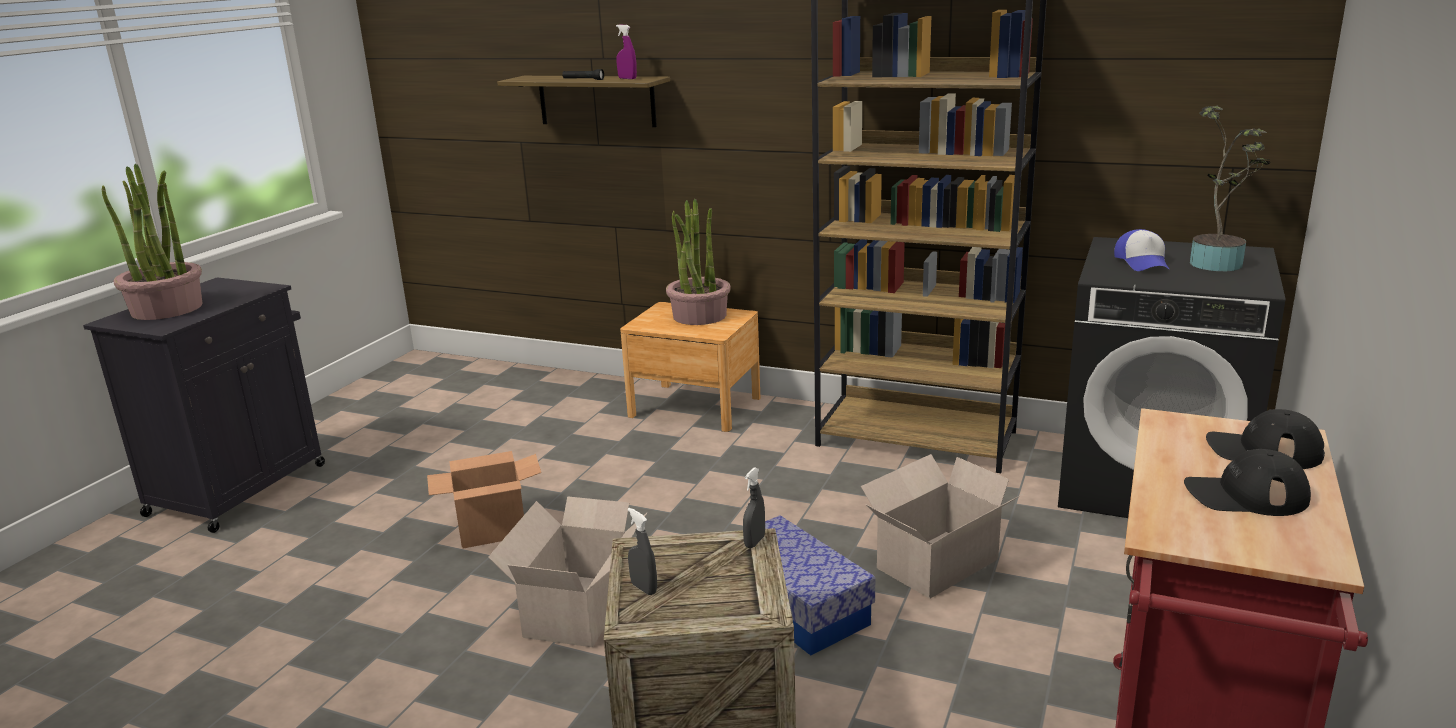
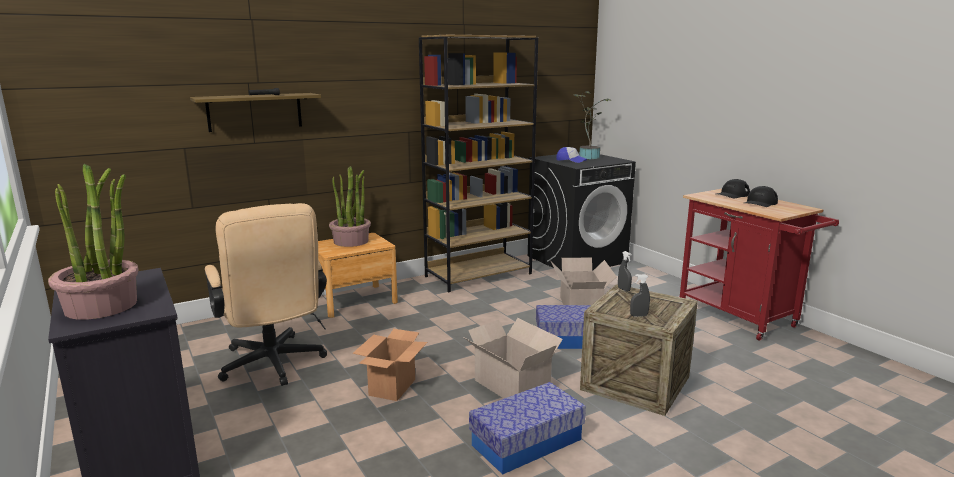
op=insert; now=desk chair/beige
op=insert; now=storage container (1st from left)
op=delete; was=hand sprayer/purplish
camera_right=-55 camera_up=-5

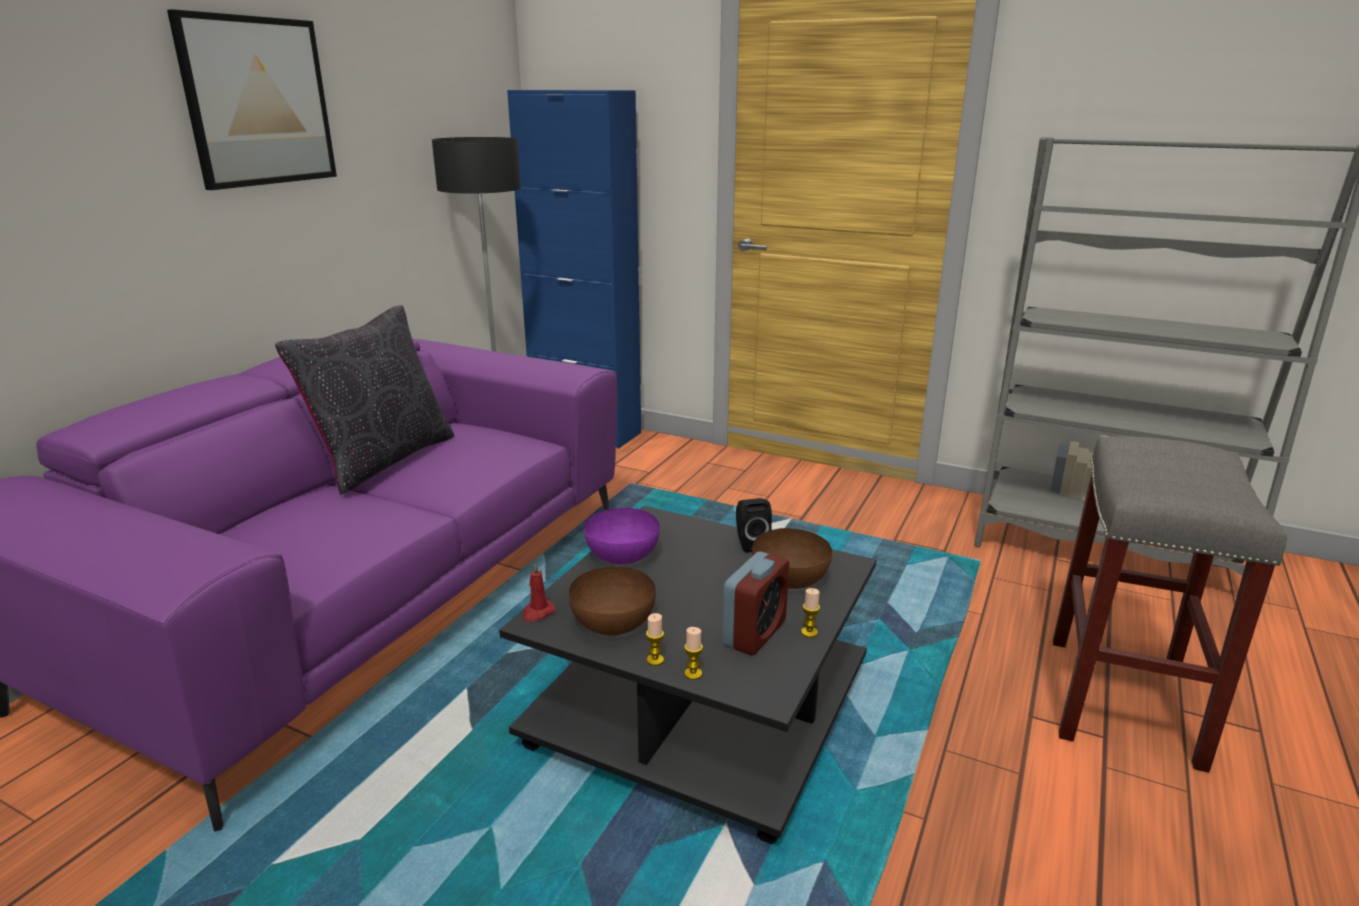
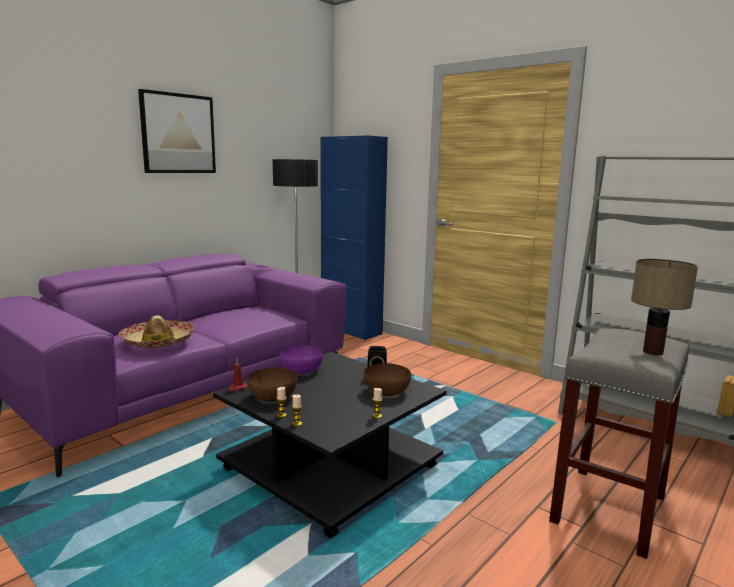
op=insert; now=clothing hat
op=insert; now=table lamp
op=delete; was=cushion/blackish
op=delete; was=table clock
camera_right=15 camera_up=-10

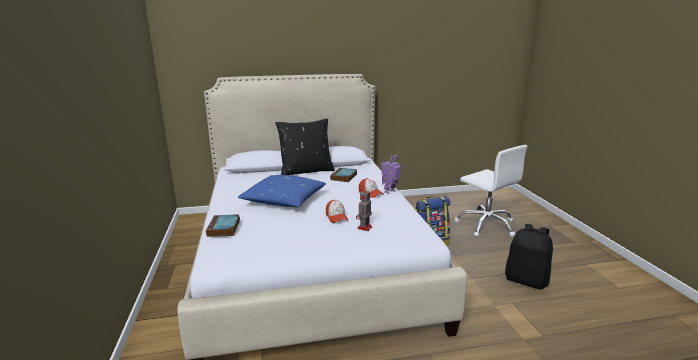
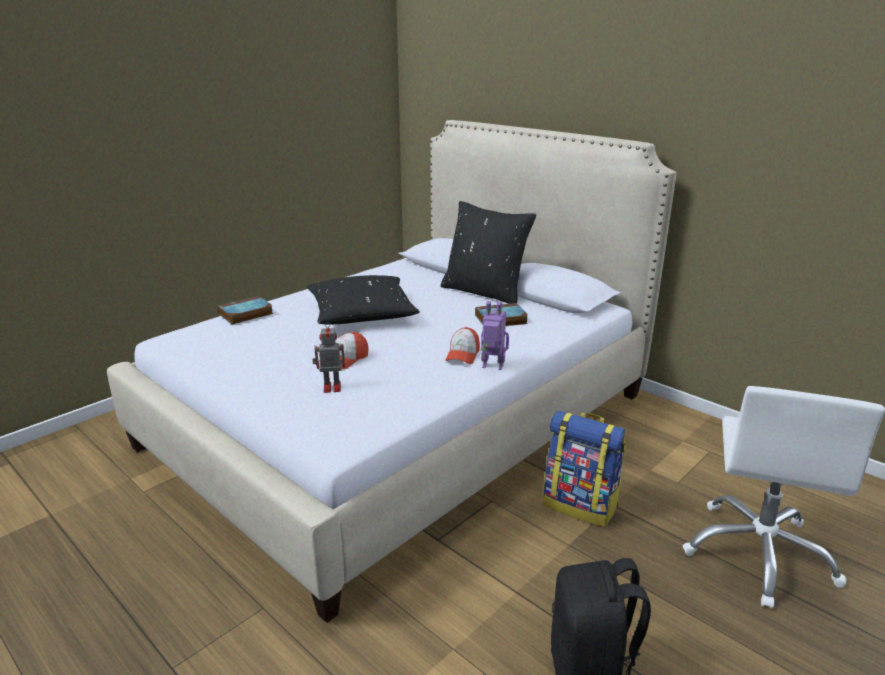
op=recolor; was=cushion/blue; now=cushion/blackish (1st from left)
camera_right=55 camera_up=5

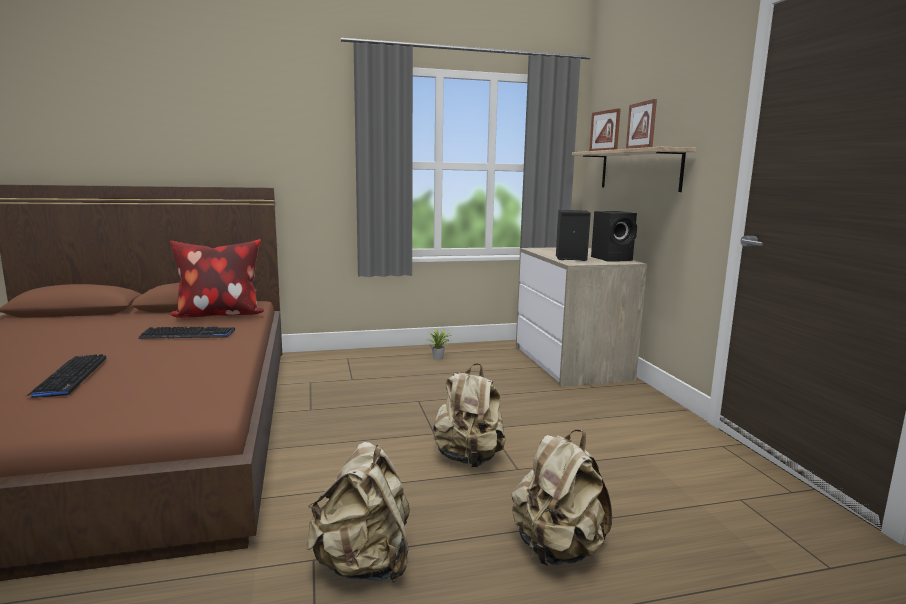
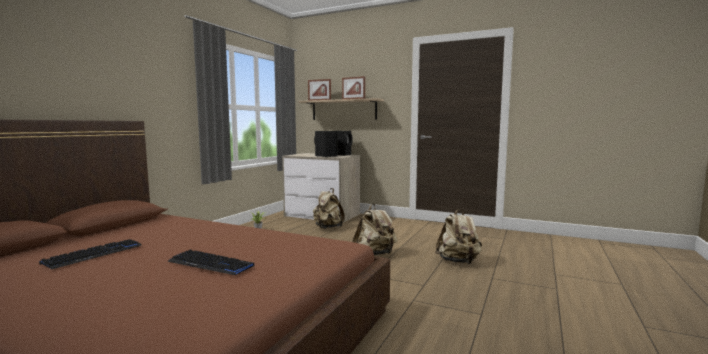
op=move; was=keyboard (2nd from left in the first image); now=keyboard (1st from left)
op=move; was=rucksack/beige (1st from left)
op=delete; was=cushion
camera_right=-50 camera_up=-5

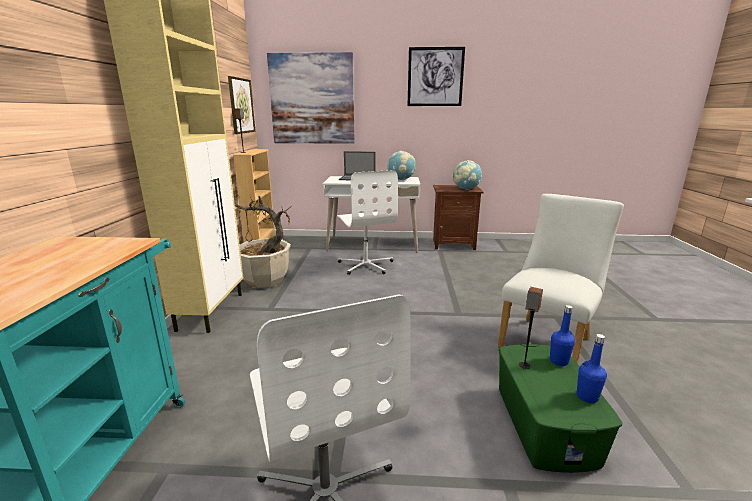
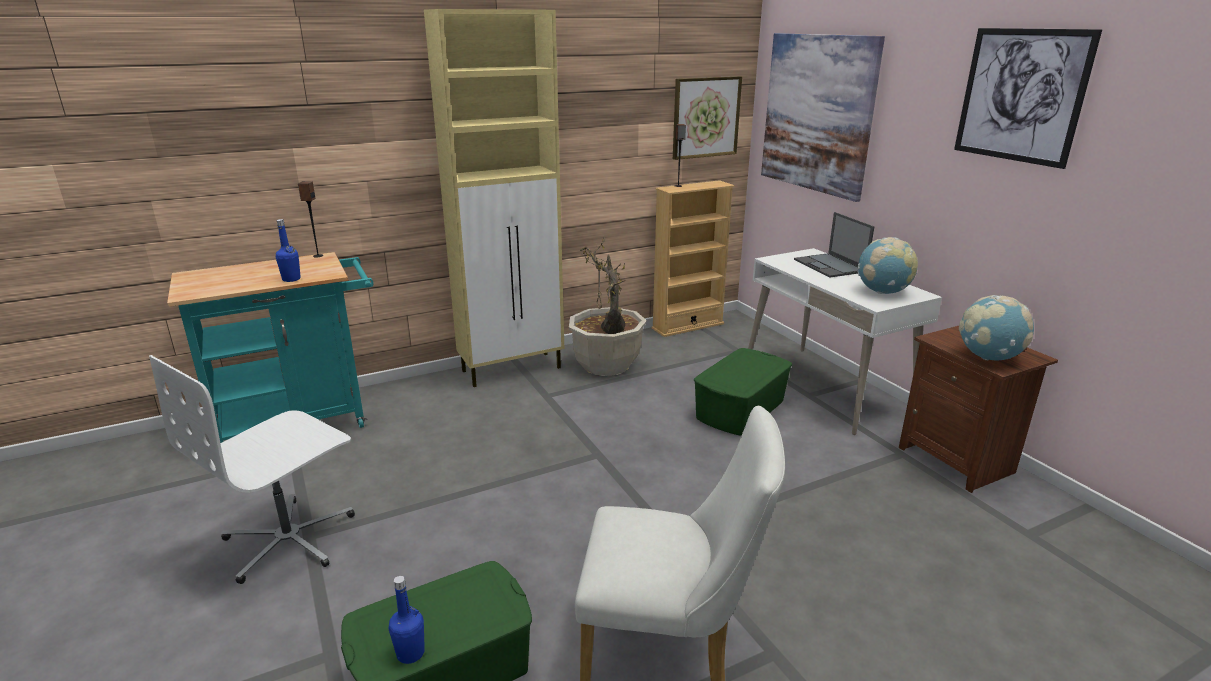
op=move; was=drink bottle/blue (1st from left)
op=move; was=speaker (2nd from left in the first image); now=speaker (1st from left)
op=replace; was=desk chair/white-coloured (2nd from left); now=storage container/greenish (2nd from left)
camera_right=60 camera_up=5

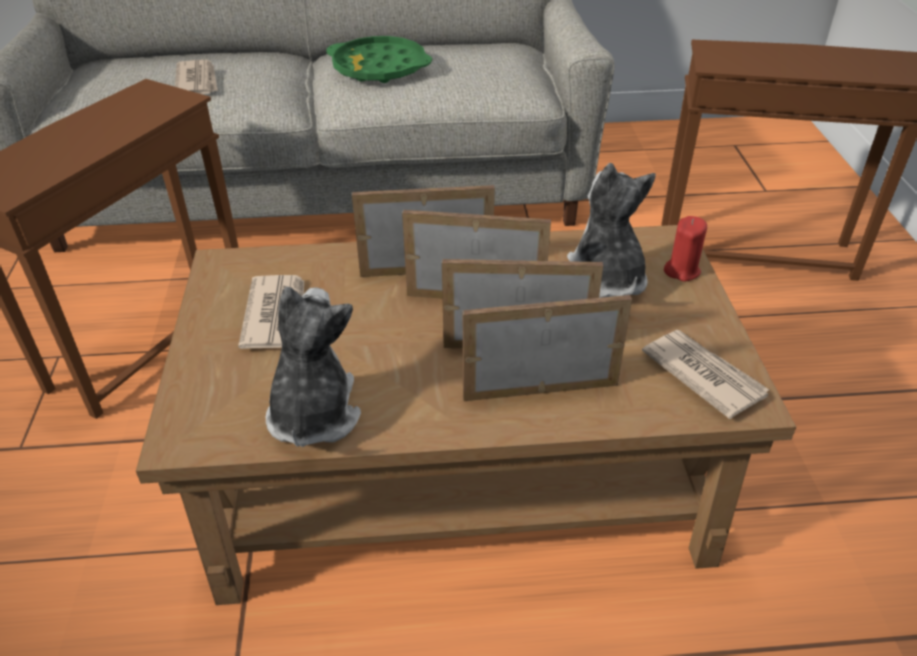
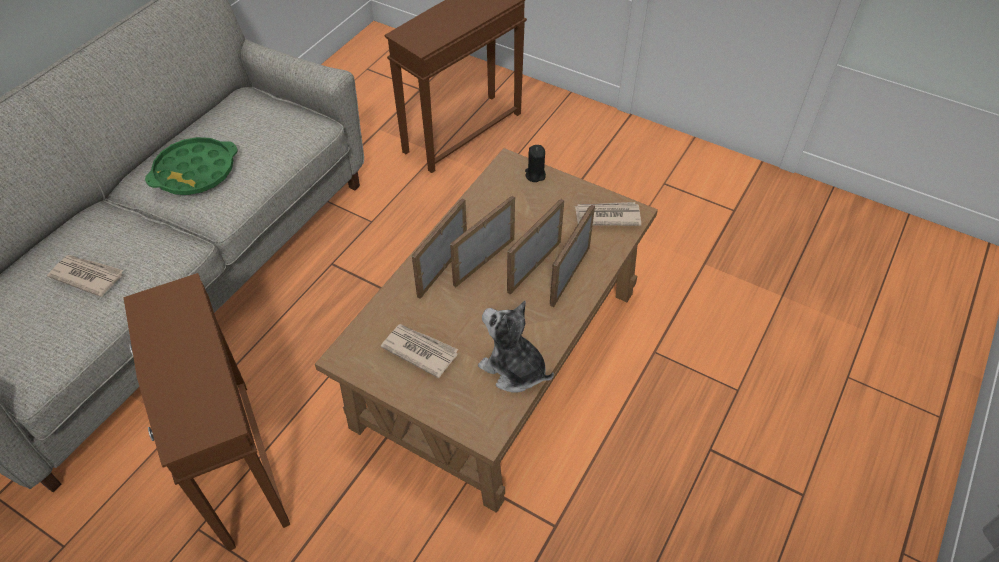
op=recolor; was=wax candle/red-coloured; now=wax candle/blackish
op=delete; was=cuddly toy (2nd from left)
camera_right=-55 camera_up=10

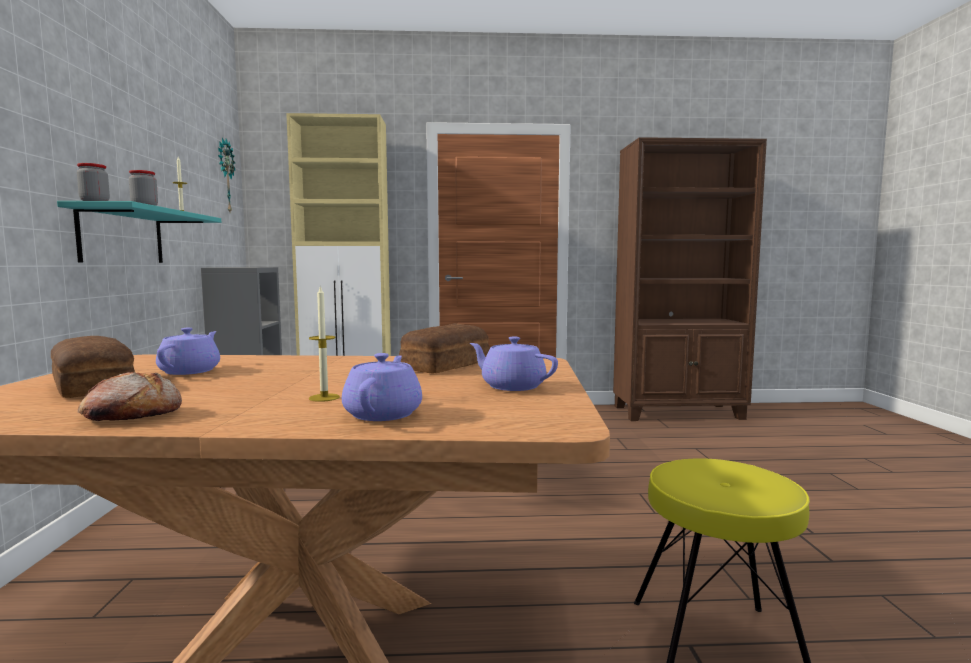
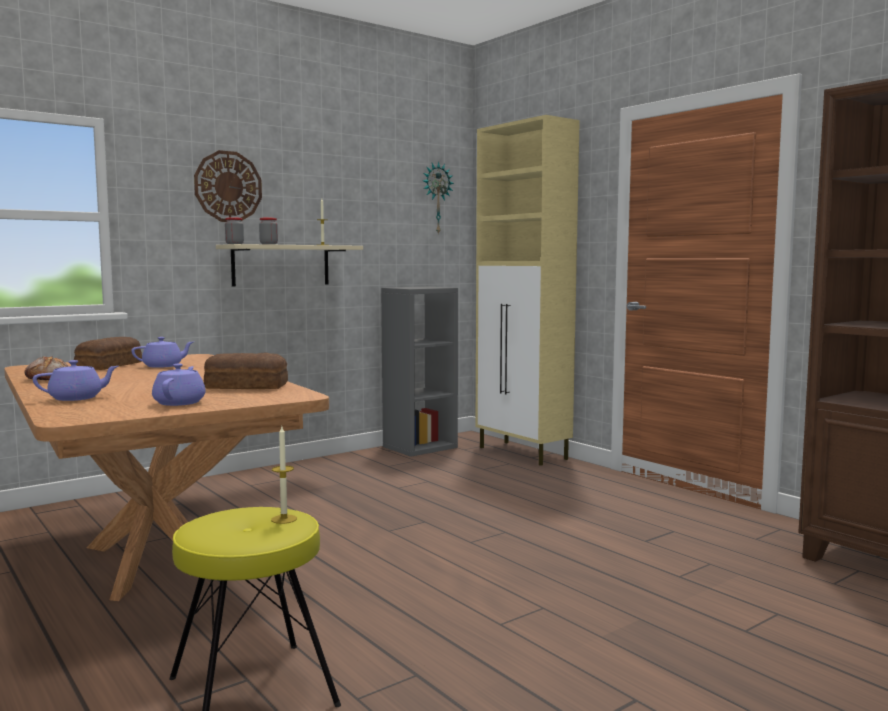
op=insert; now=clock on the wall (1st from left)
op=recolor; was=shelf/turquoise; now=shelf/beige
op=move; was=wax candle (2nd from left in the first image); now=wax candle (1st from left)
camera_right=55 camera_up=0

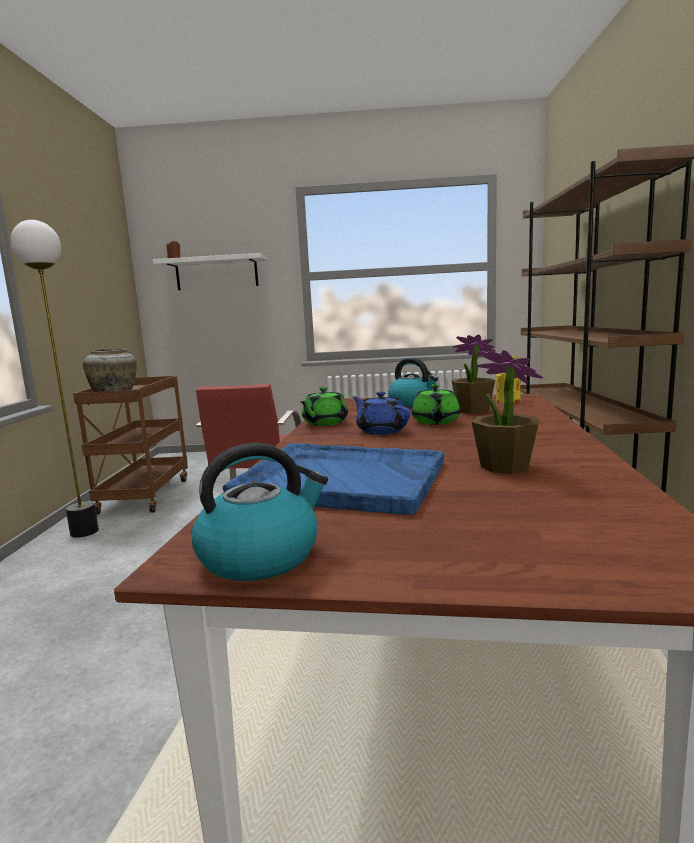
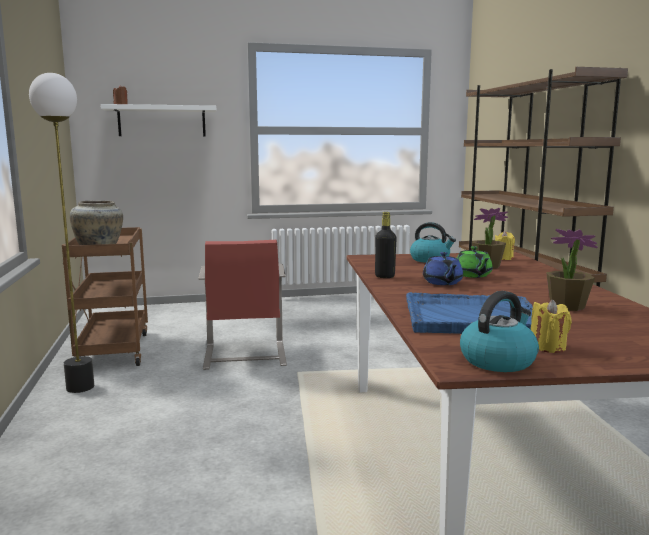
op=replace; was=teapot/greenish (1st from left); now=drink bottle/blackish
op=rotate; was=teapot/blue; clockwise=-135
op=insert; now=wax candle/yellow-coloured (2nd from left)
camera_right=-15 camera_up=0

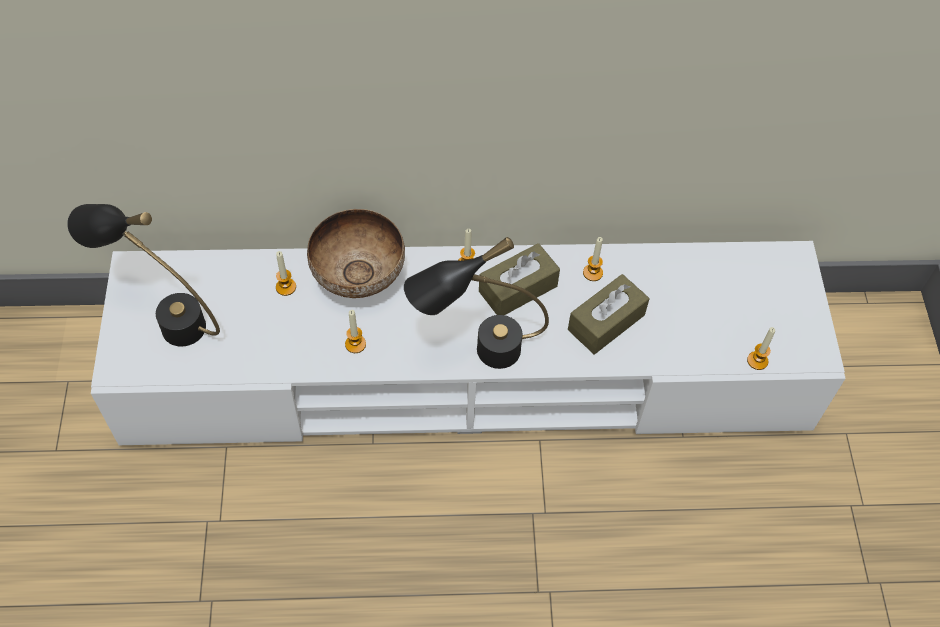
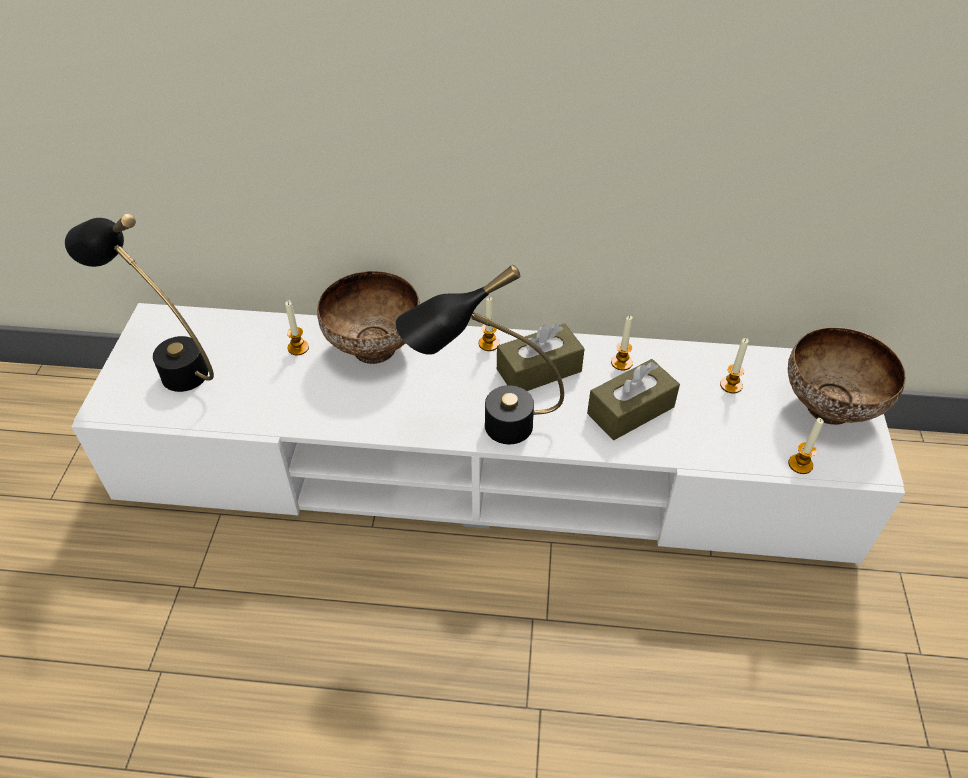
op=move; was=wax candle (2nd from left in the first image); now=wax candle (4th from left)
op=insert; now=serving bowl (2nd from left)
camera_right=10 camera_up=-10

